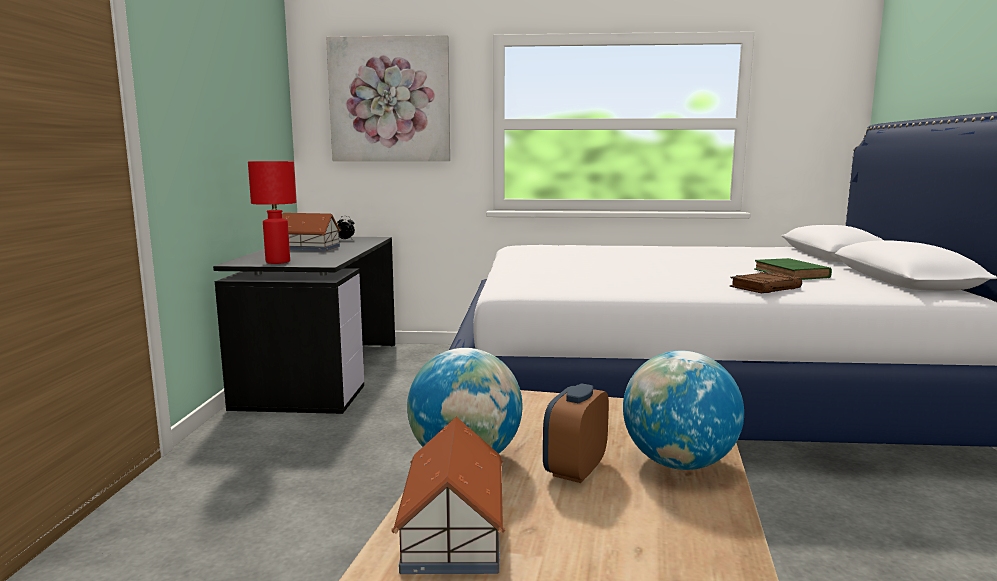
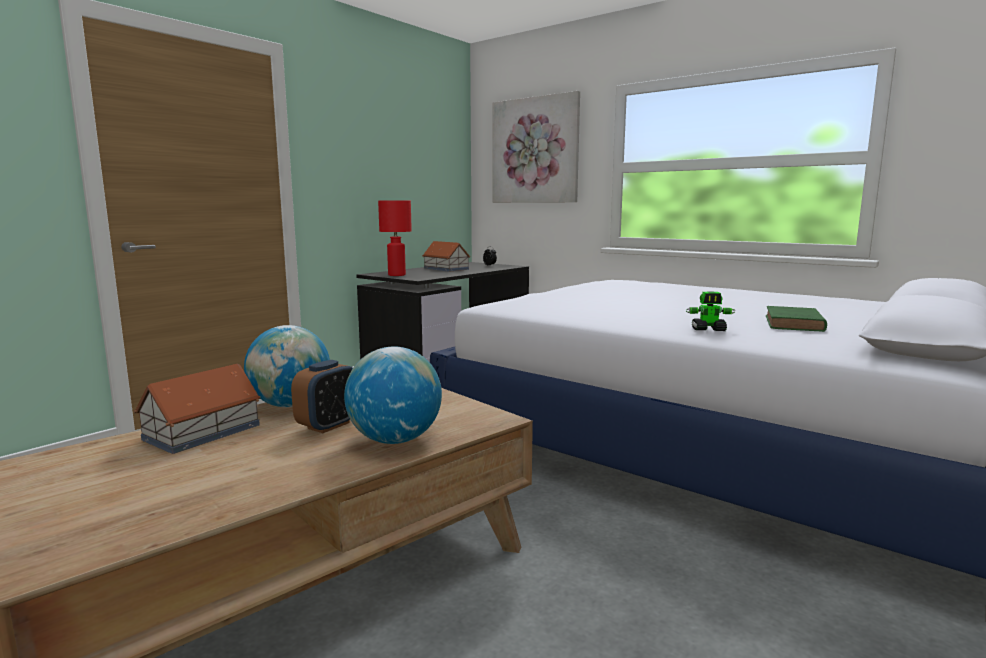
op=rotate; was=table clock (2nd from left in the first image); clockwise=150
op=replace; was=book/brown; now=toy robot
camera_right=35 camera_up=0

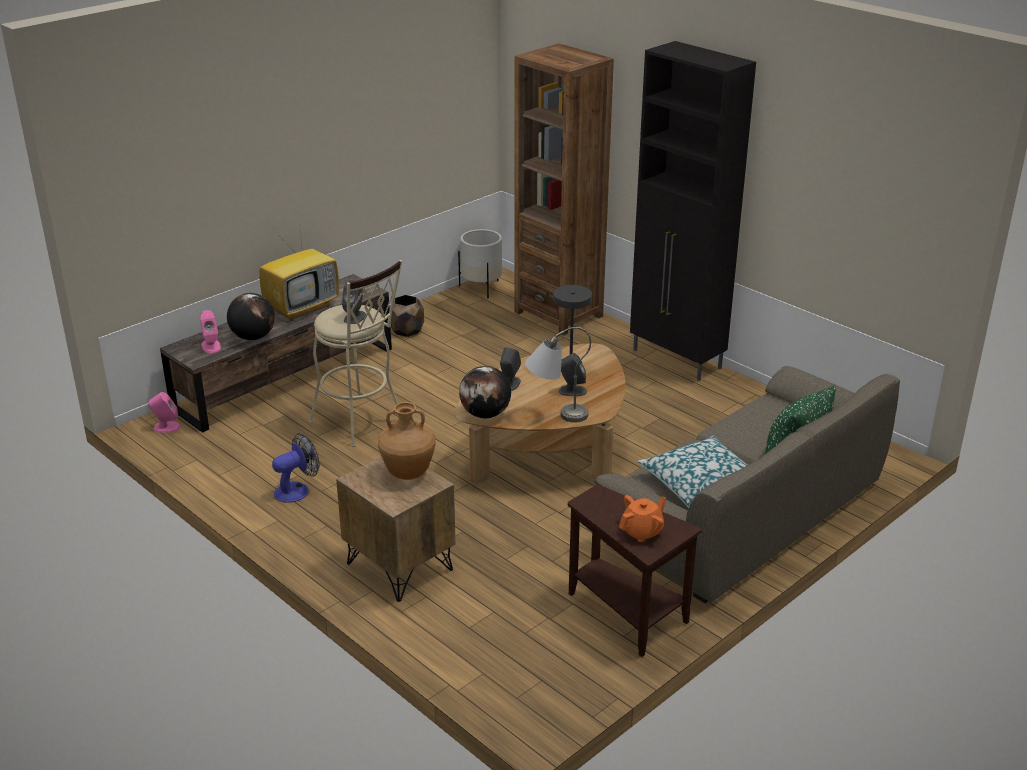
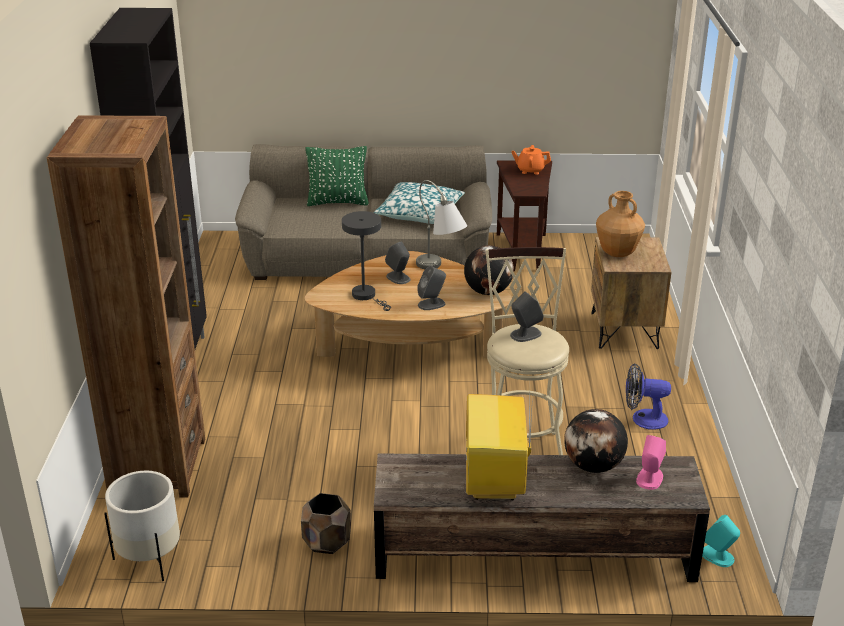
op=rotate; was=television; clockwise=-90
op=recolor; was=speaker/pinkish (1st from left); now=speaker/turquoise
camera_right=-135 camera_up=0

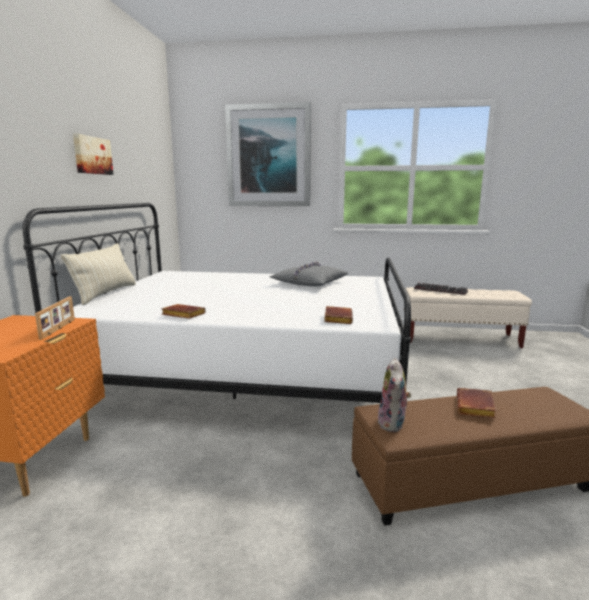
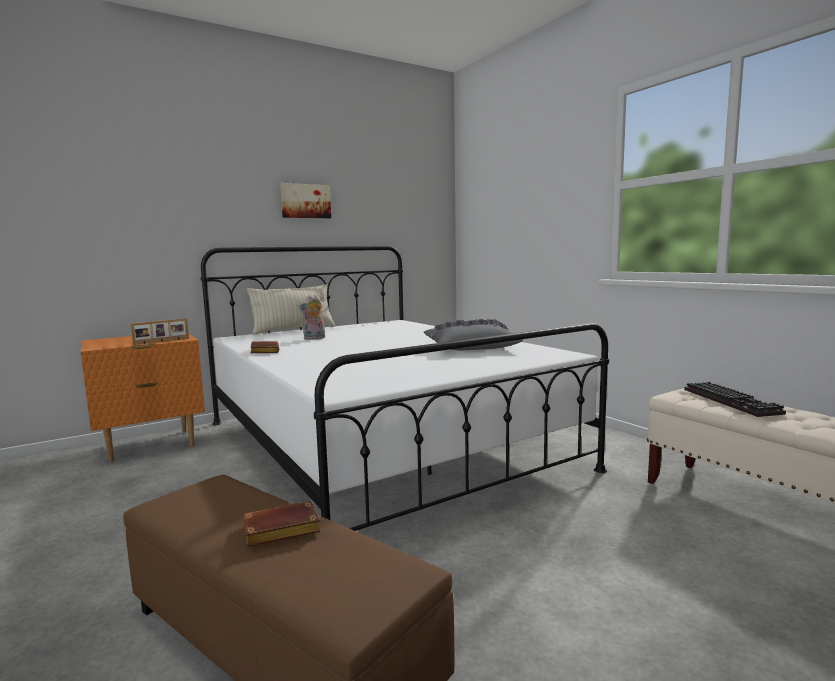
op=move; was=cuddly toy
op=delete; was=wall art (2nd from left)
op=delete; was=book/brown (2nd from left)
camera_right=50 camera_up=-5

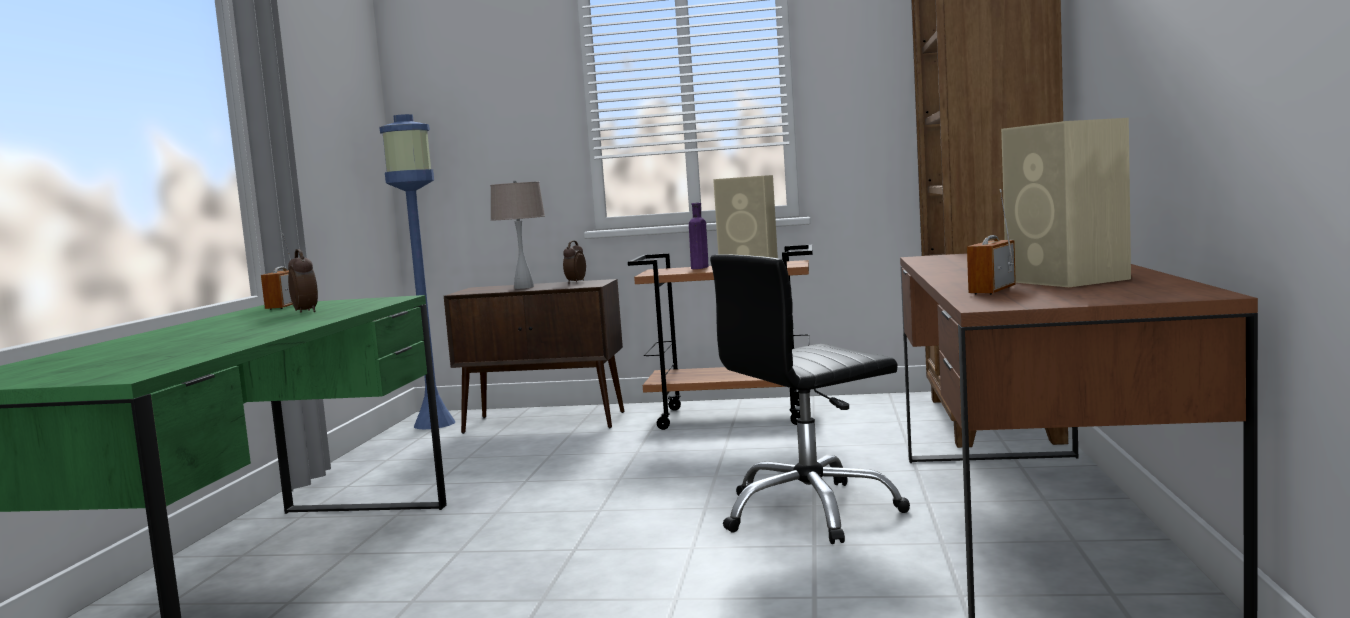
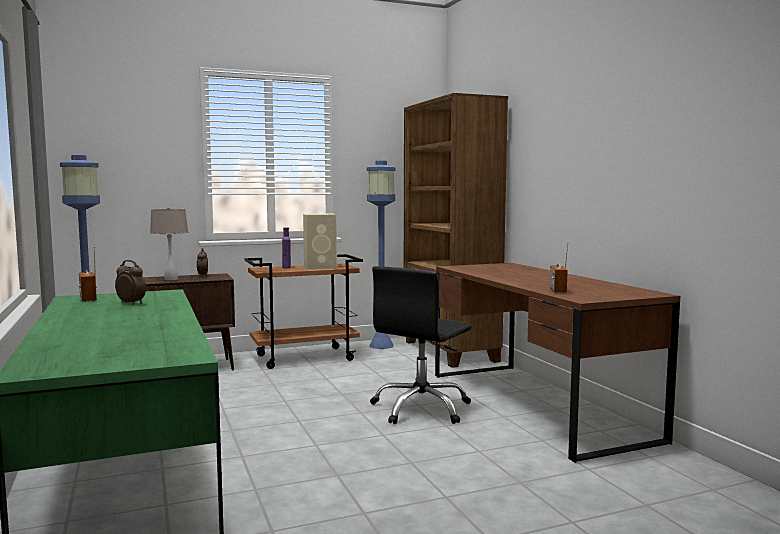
op=insert; now=standing lamp/blue (2nd from left)
op=delete; was=speaker/beige (2nd from left)
camera_right=-30 camera_up=0

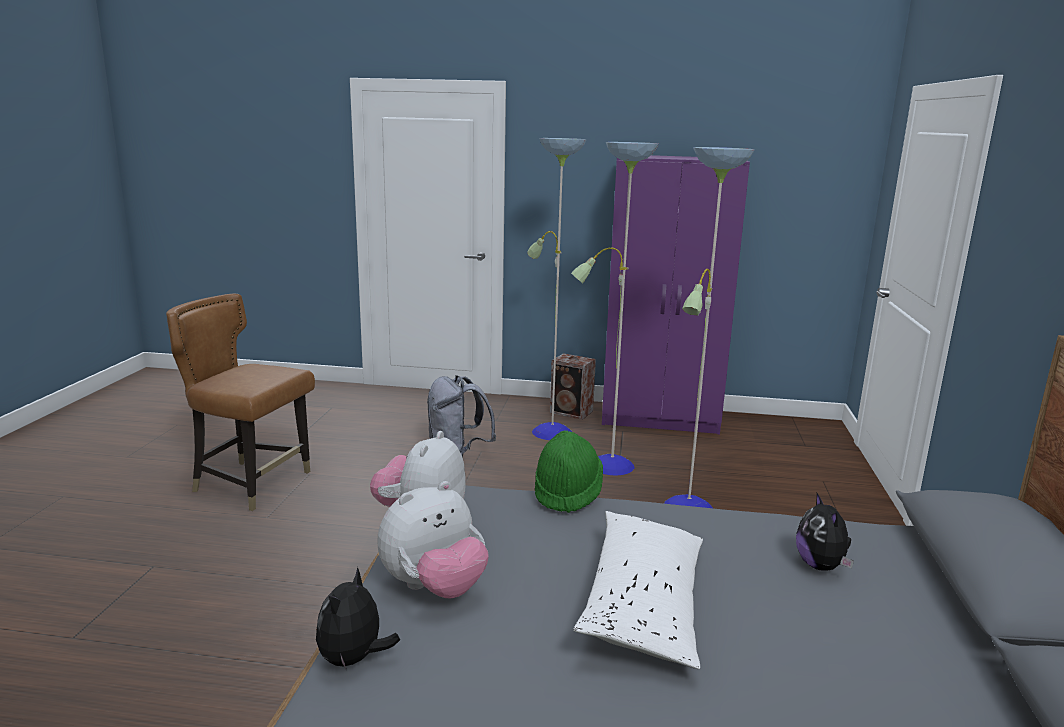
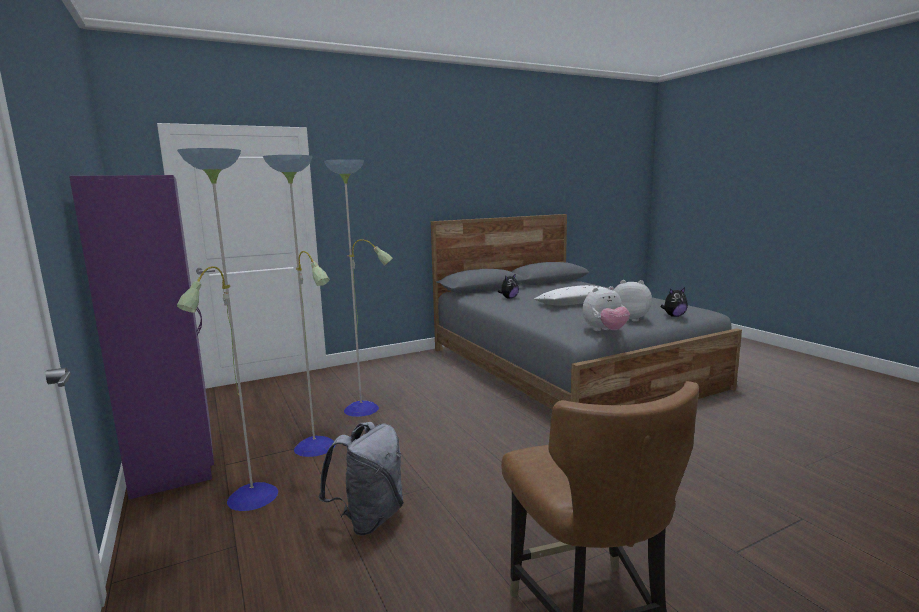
op=delete; was=clothing hat/greenish
op=delete; was=speaker
camera_right=-125 camera_up=-5

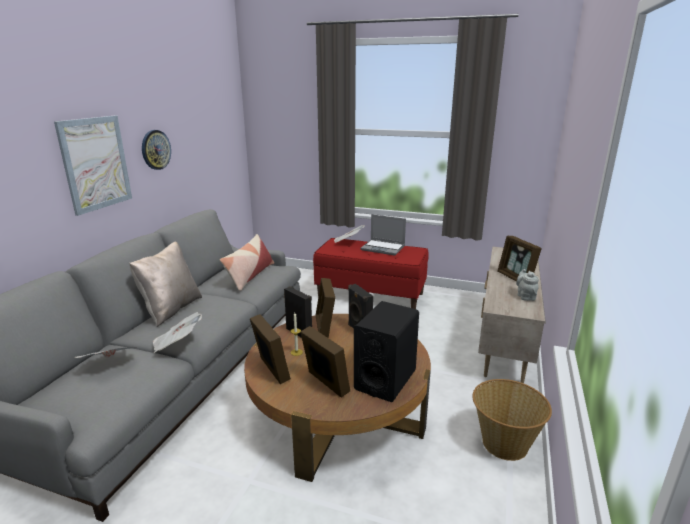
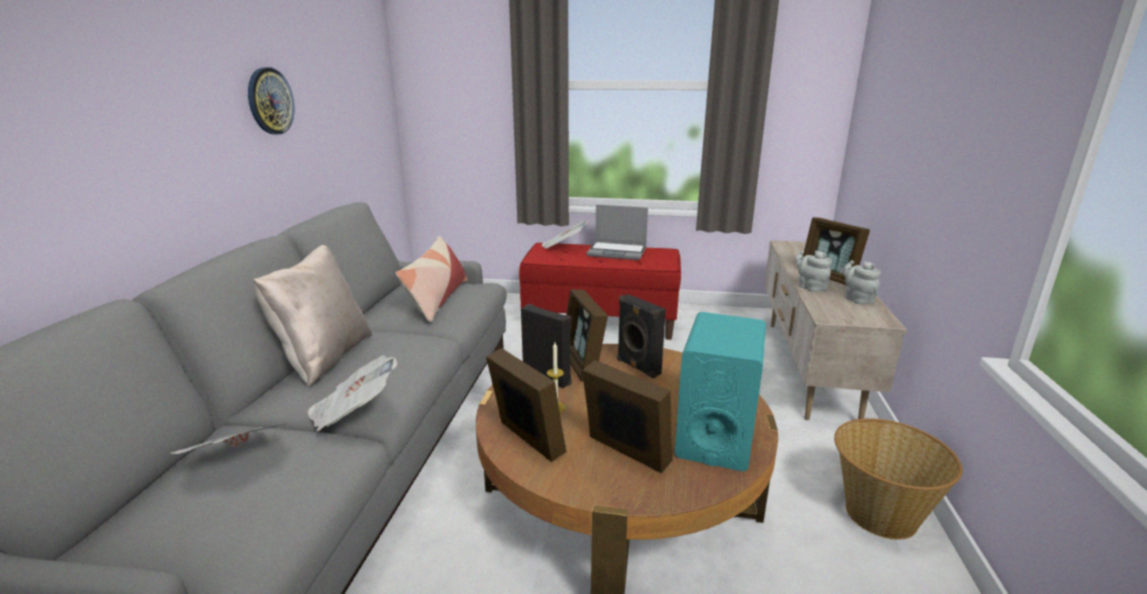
op=recolor; was=speaker/blackish (3rd from left); now=speaker/turquoise
op=insert; now=teapot/greyish (1st from left)
op=delete; was=wall art
camera_right=-10 camera_up=0

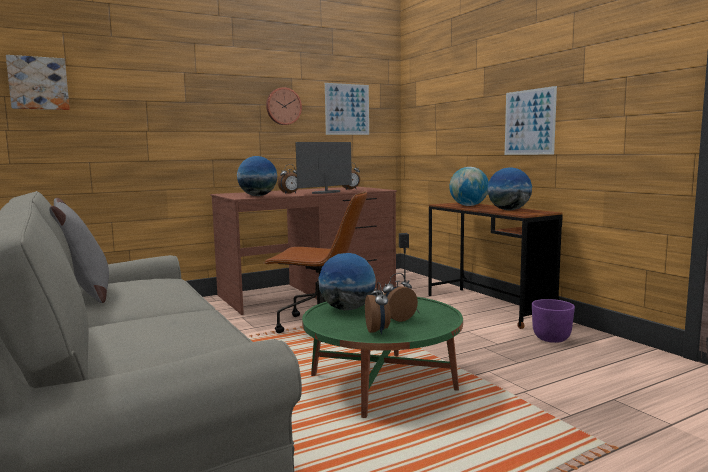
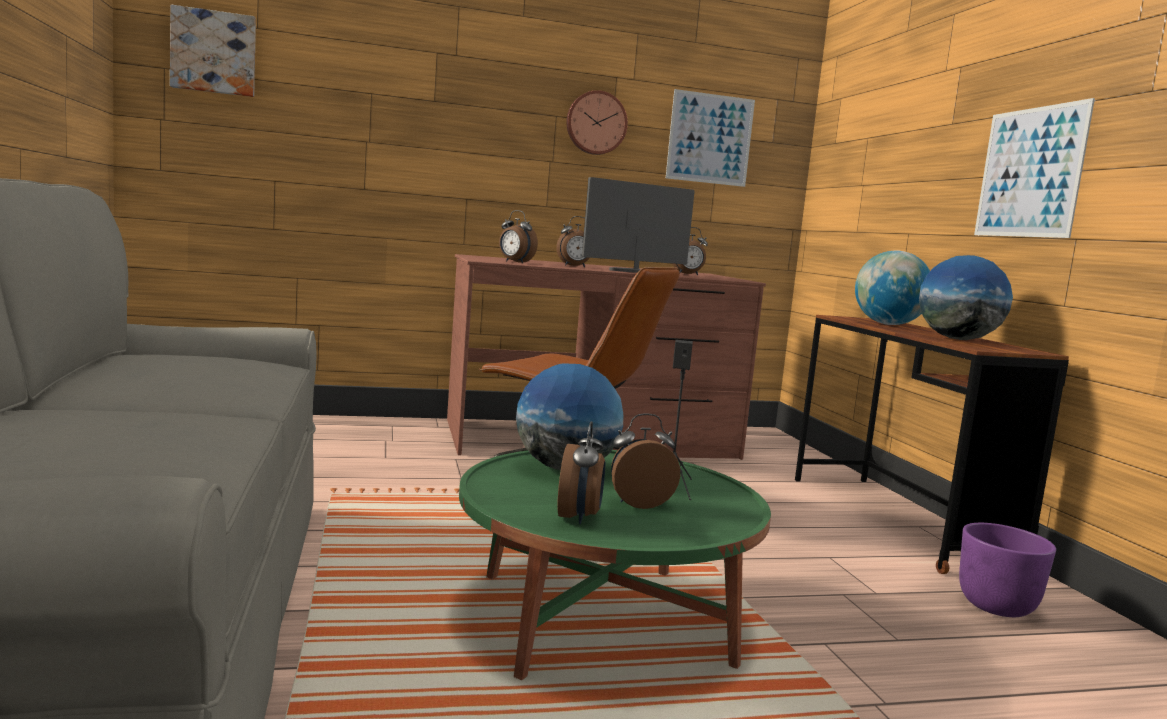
op=replace; was=desk globe (1st from left); now=table clock (1st from left)
op=delete; was=cushion/greyish
camera_right=15 camera_up=0

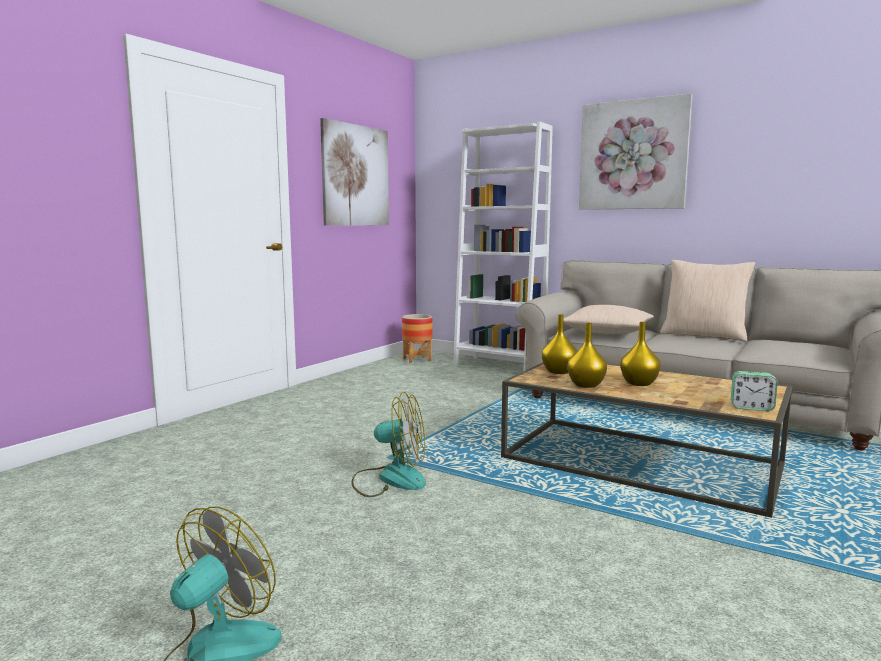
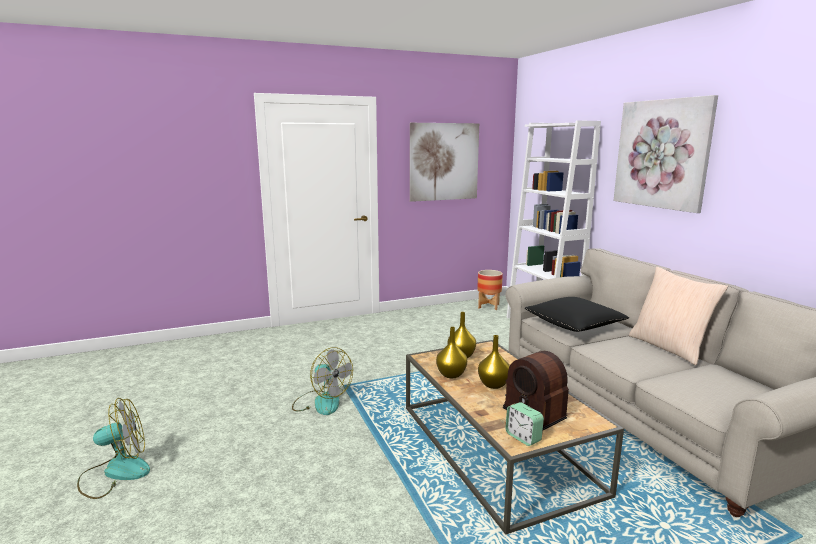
op=insert; now=radio receiver
op=recolor; was=cushion/beige (1st from left); now=cushion/blackish
camera_right=35 camera_up=5

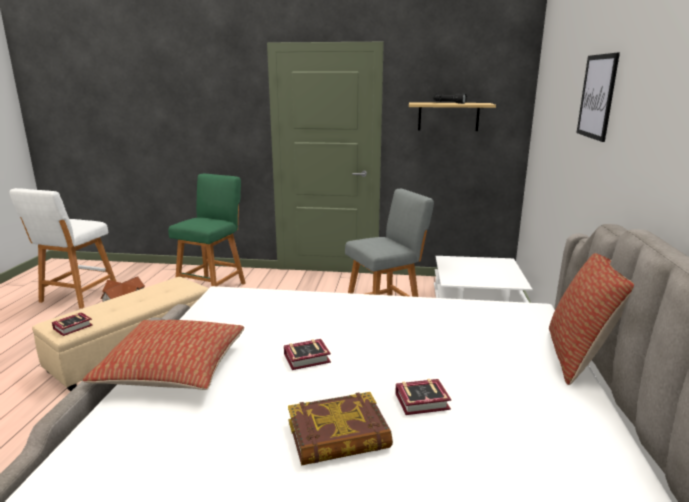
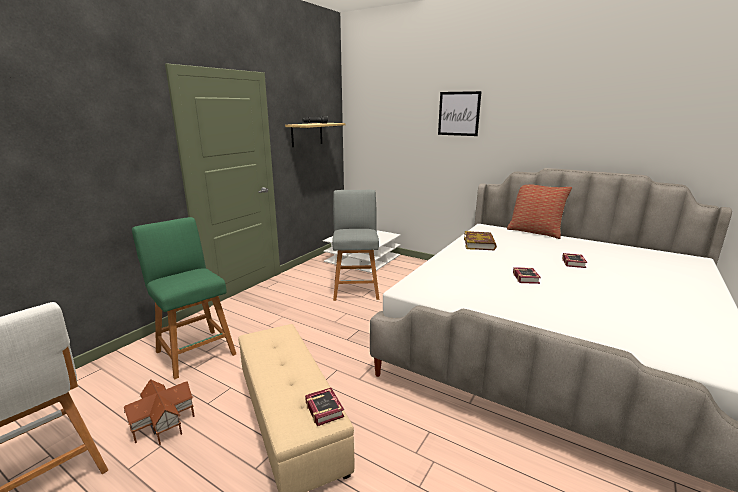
op=move; was=book (3rd from left in the first image); now=book (2nd from left)
op=delete; was=cushion (1st from left)
camera_right=-65 camera_up=0

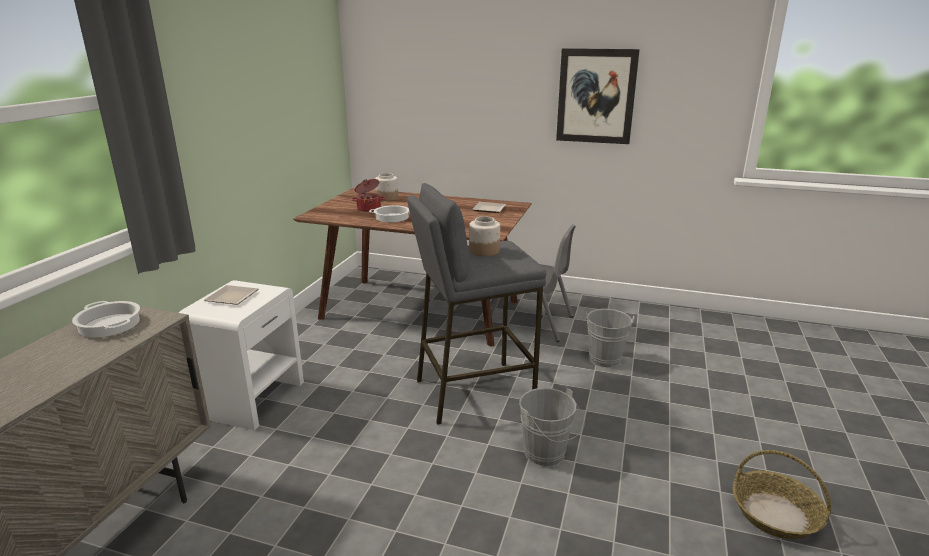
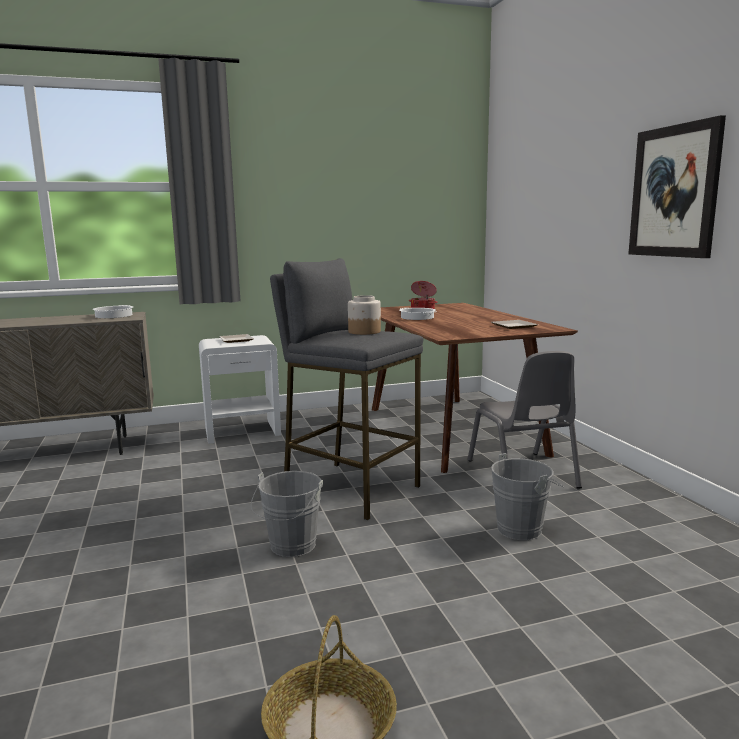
op=delete; was=jar (1st from left)
camera_right=55 camera_up=-10

